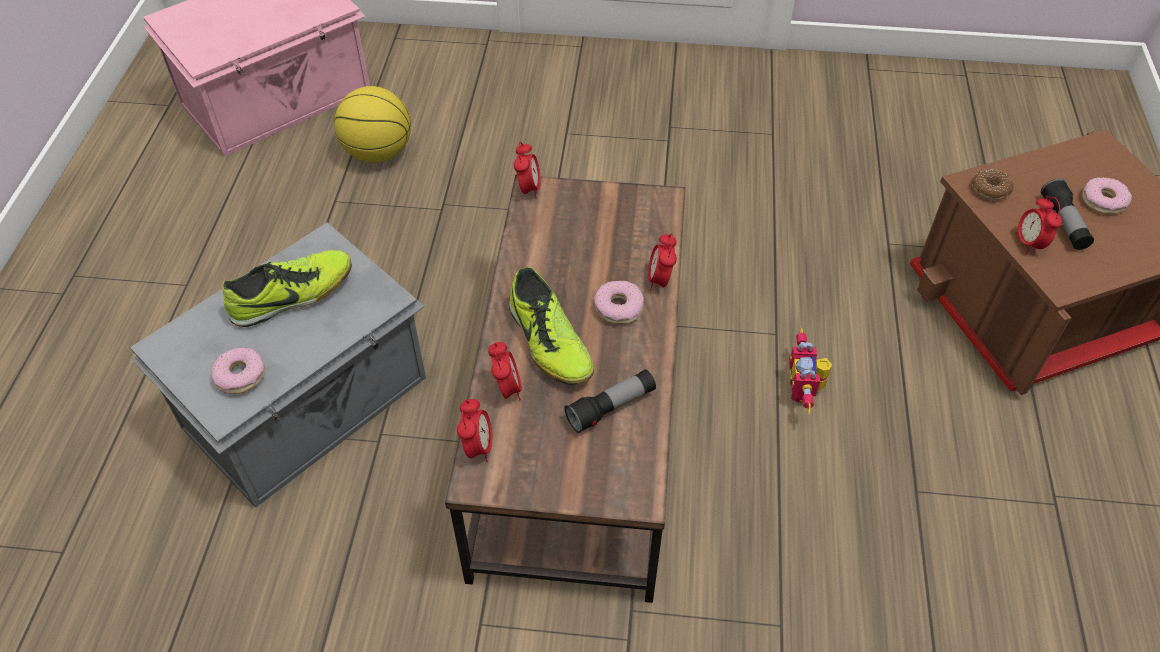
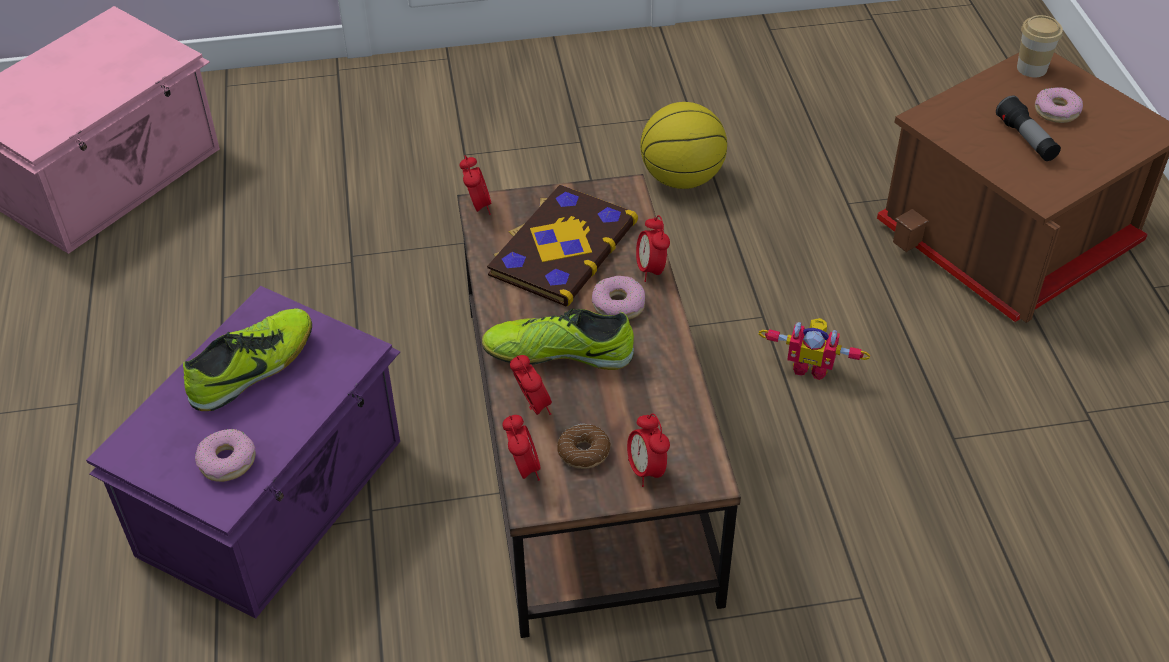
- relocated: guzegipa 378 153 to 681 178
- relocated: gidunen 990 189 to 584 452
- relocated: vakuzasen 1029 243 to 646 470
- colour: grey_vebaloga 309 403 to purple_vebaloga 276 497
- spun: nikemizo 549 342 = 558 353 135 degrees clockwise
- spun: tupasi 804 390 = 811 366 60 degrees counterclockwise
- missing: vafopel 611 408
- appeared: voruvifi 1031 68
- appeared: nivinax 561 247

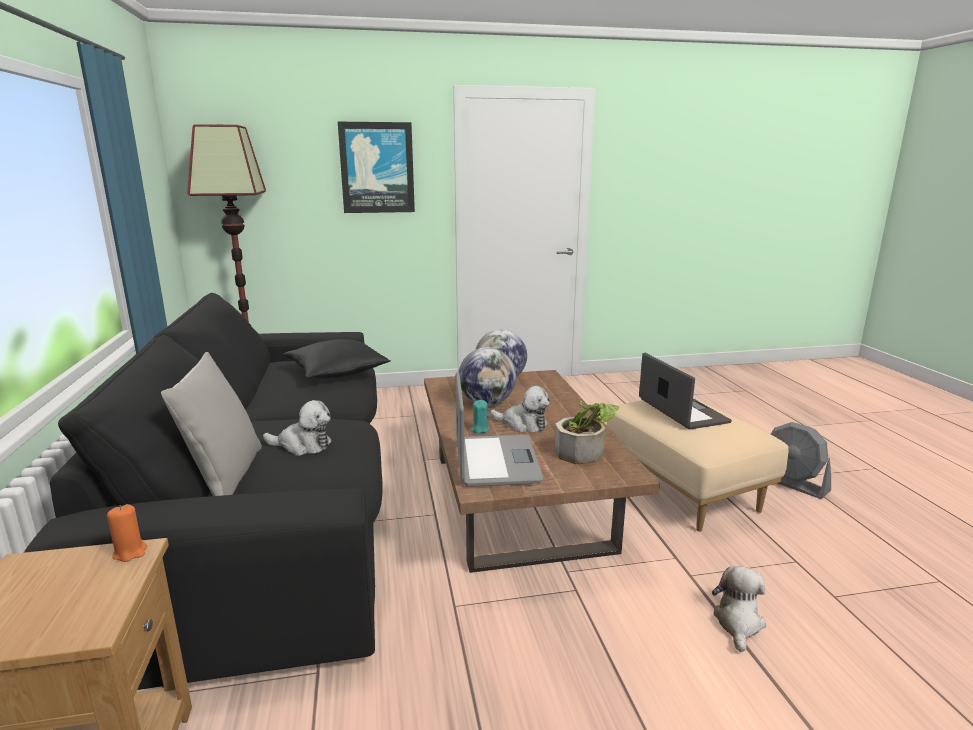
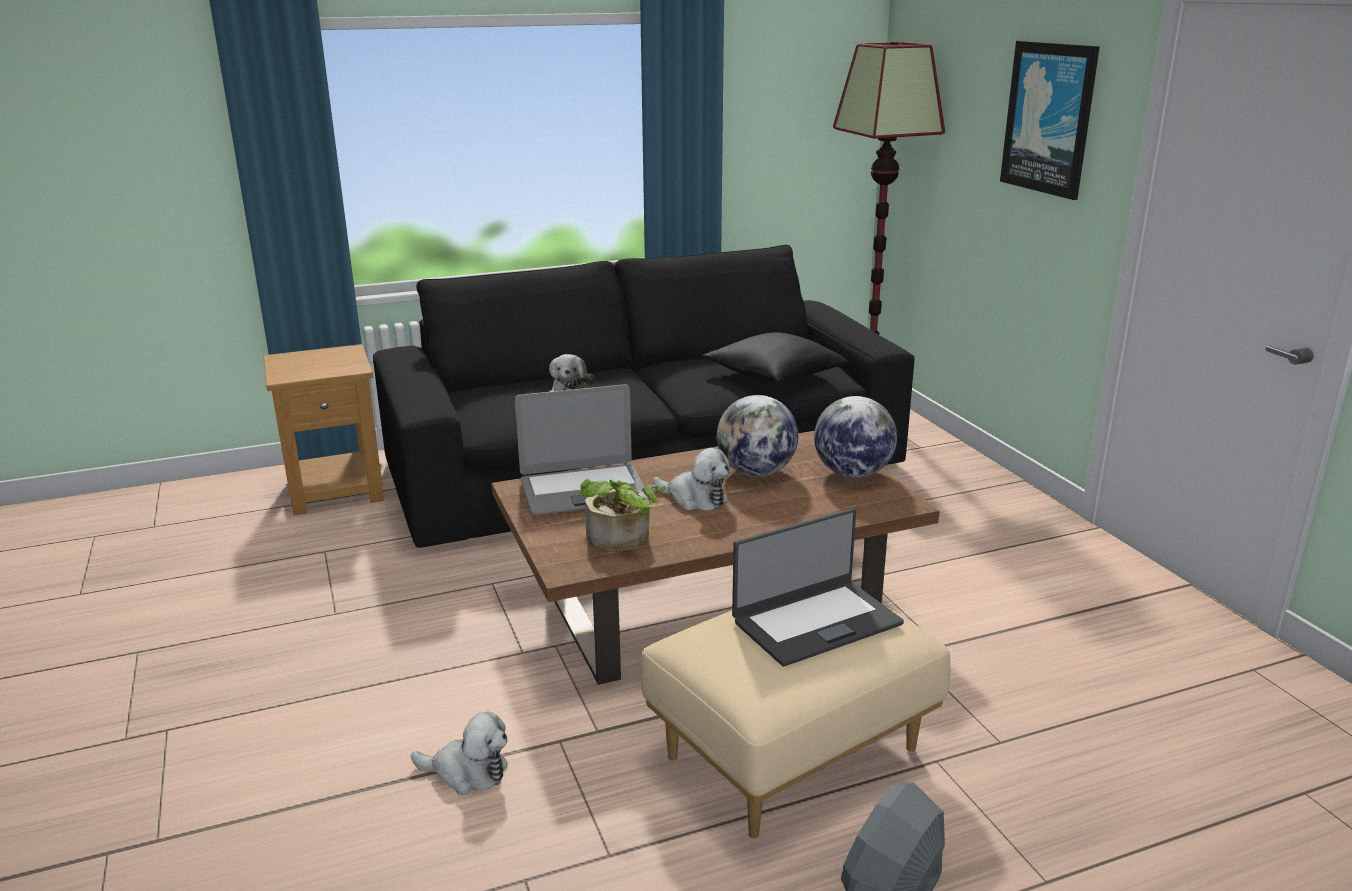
- missing: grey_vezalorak 225 477
- spun: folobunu 523 424 = 695 499 75 degrees counterclockwise
- missing: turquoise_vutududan 480 429
- missing: orange_vutududan 130 552

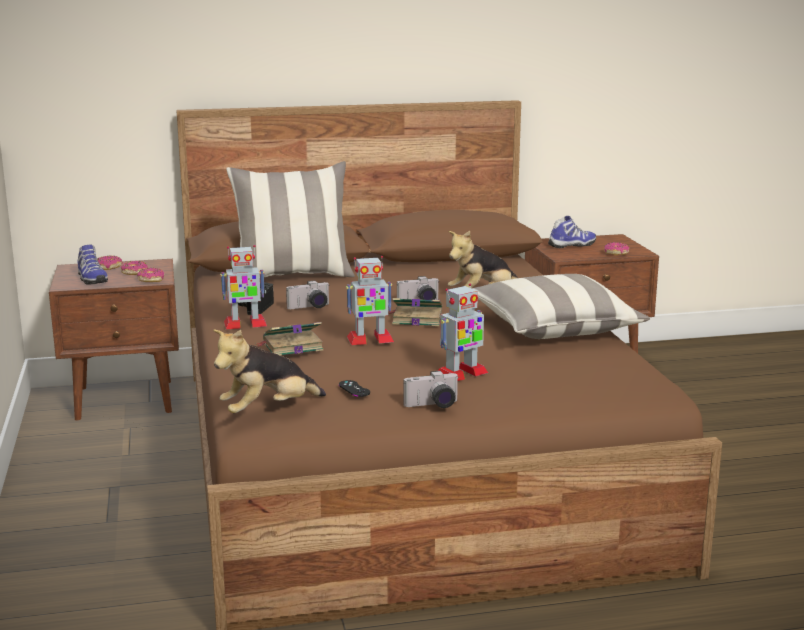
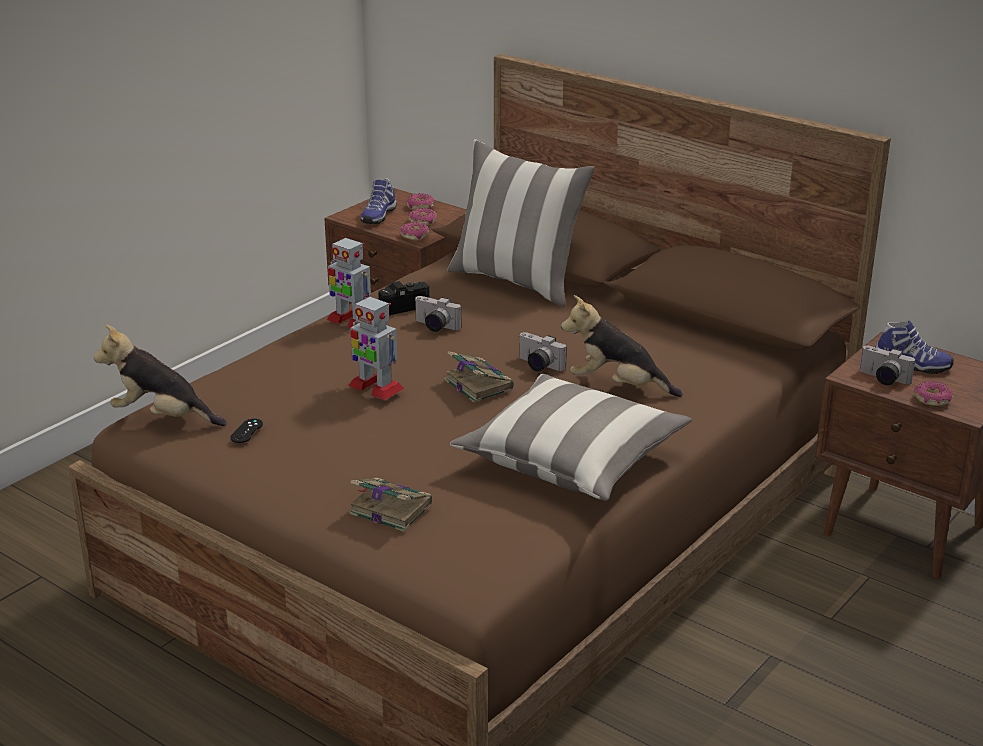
- missing: tupasi 461 374
- relocated: nivinax 291 347 to 389 509
- relocated: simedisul 433 405 to 882 379

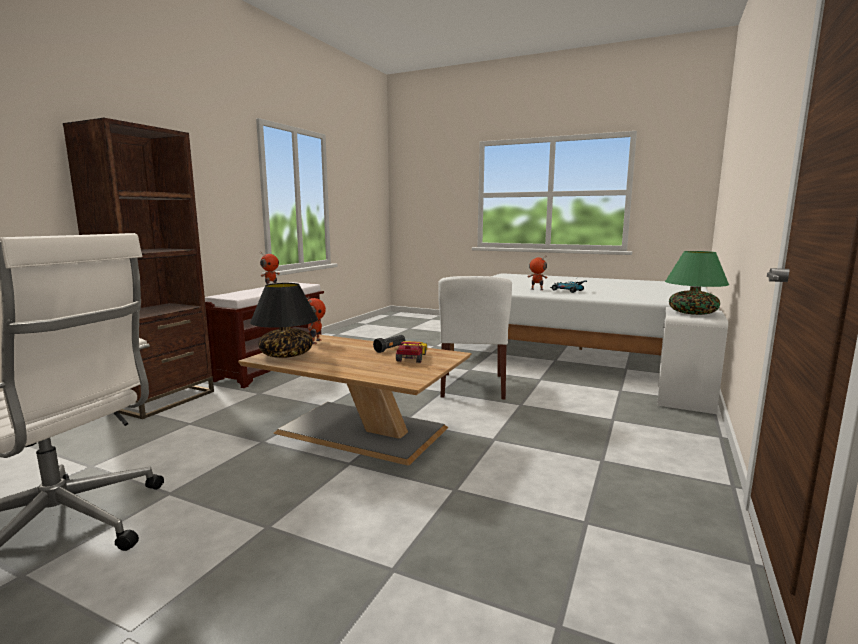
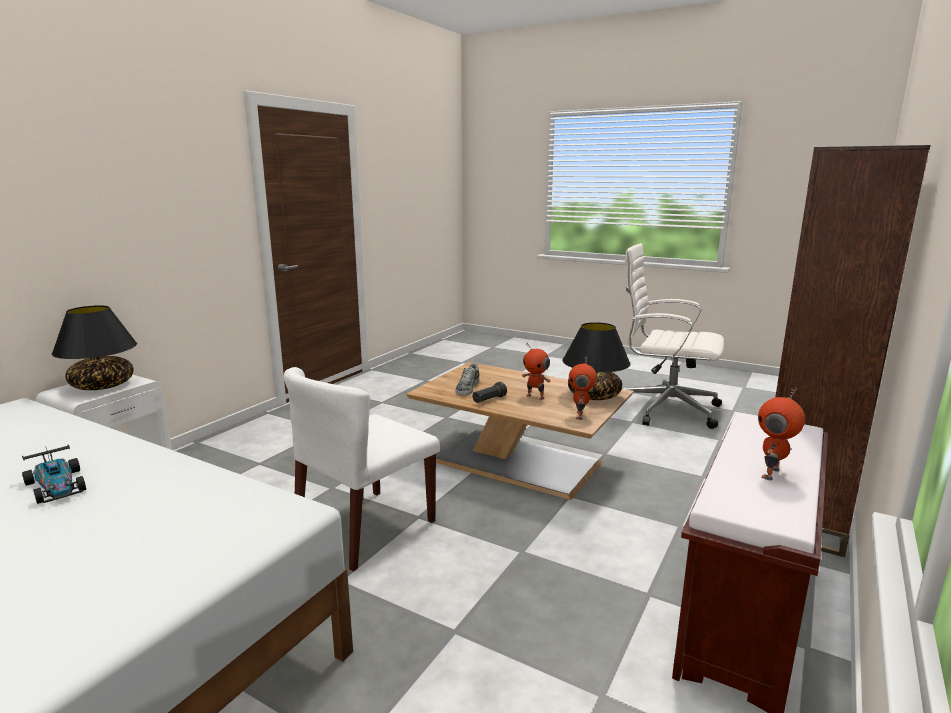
- colour: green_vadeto 692 313 to black_vadeto 103 385
- relocated: tupasi 536 289 to 535 397
- spun: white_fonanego 473 386 = 365 528 150 degrees counterclockwise
- exchanged: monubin 412 357 to nikemizo 467 388

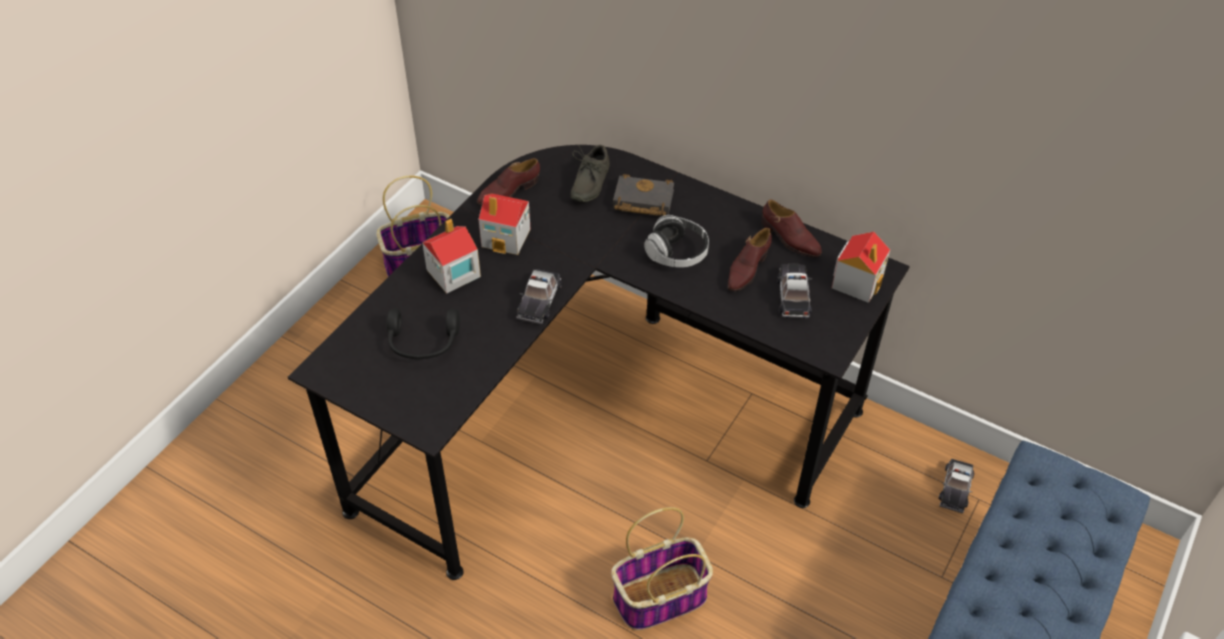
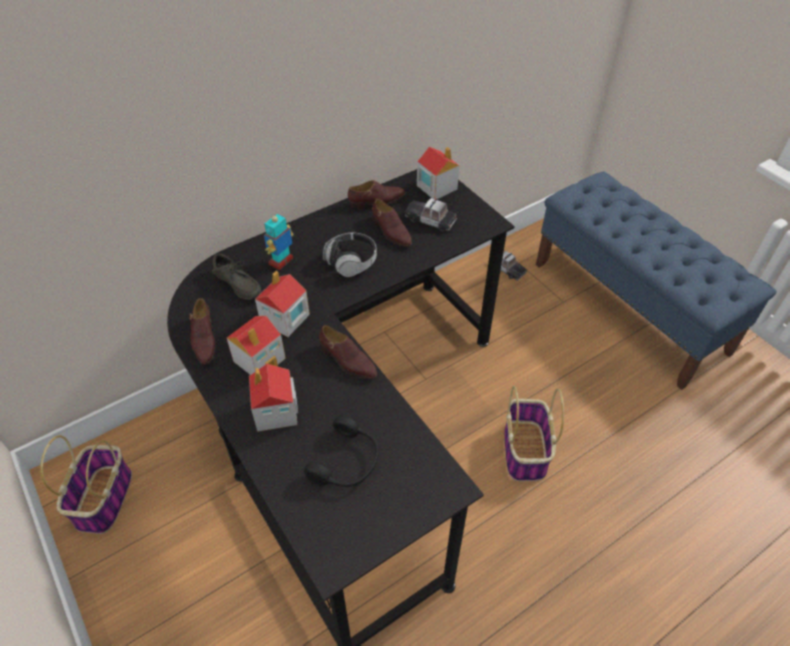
- exchanged: black_nivinax 641 201 to tupasi 281 262
- exchanged: monubin 539 300 to brown_nikemizo 347 361
- appeared: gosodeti 284 319

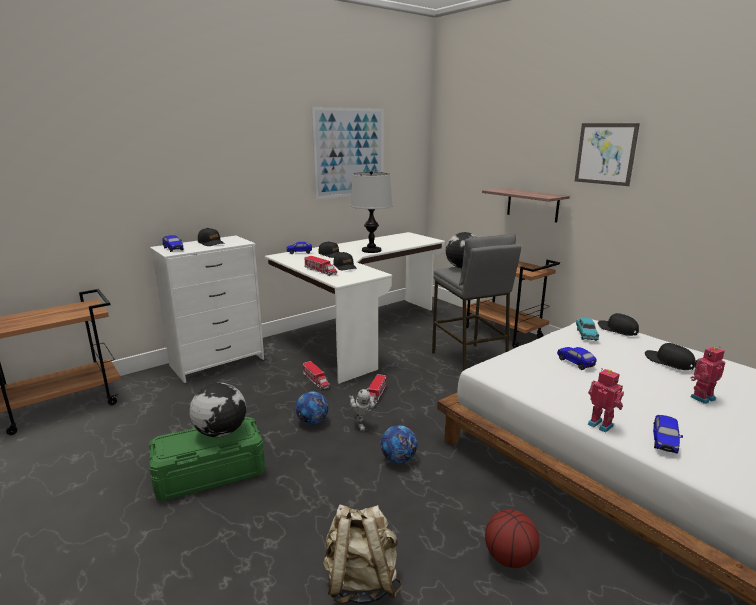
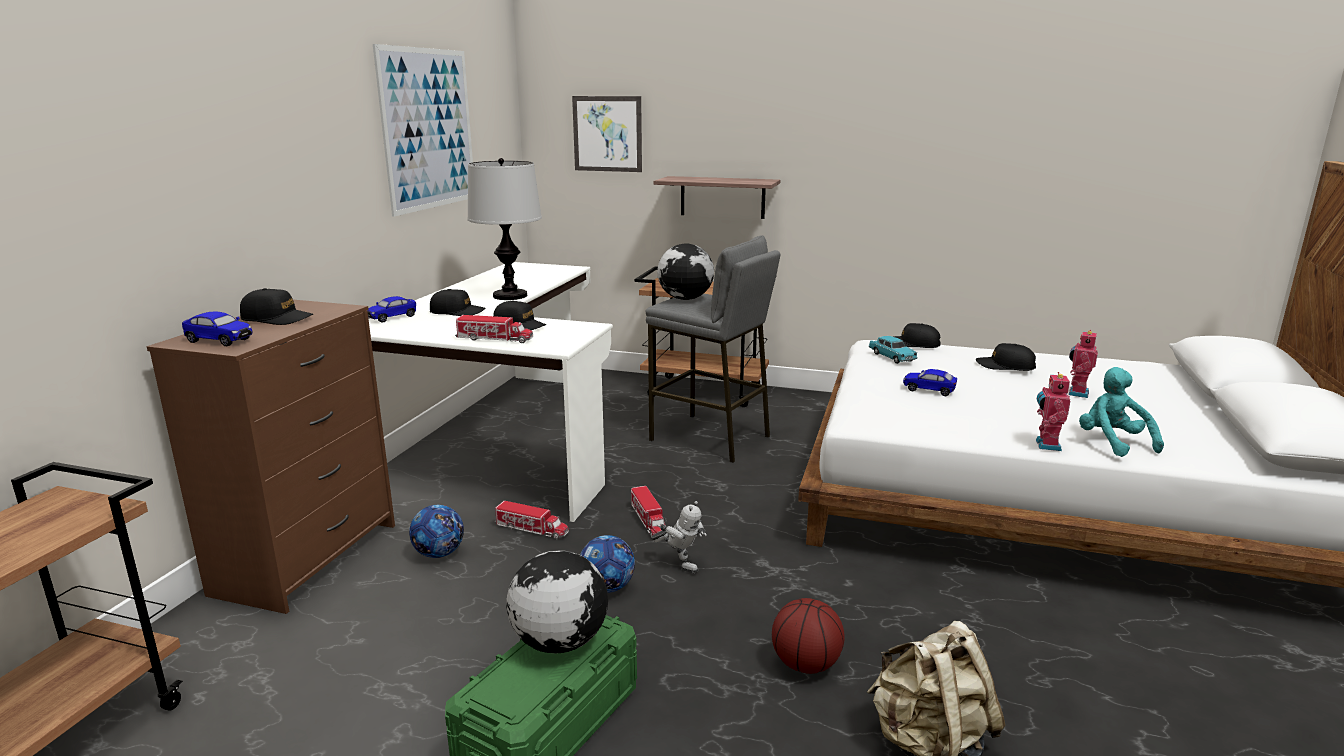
- relocated: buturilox 605 154 to 607 134
- colour: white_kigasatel 217 362 to brown_kigasatel 308 559
- spun: tupasi 601 424 = 1046 445 90 degrees counterclockwise
- exchanged: monubin 664 441 to turquoise_folobunu 1112 443
- relocated: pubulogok 398 459 to 439 553
- relocated: guzegipa 509 558 to 806 665

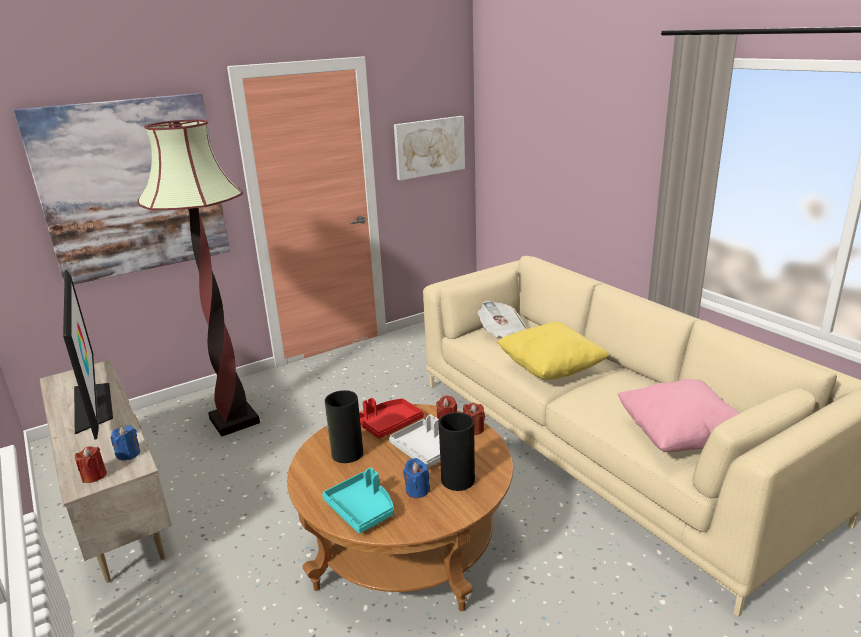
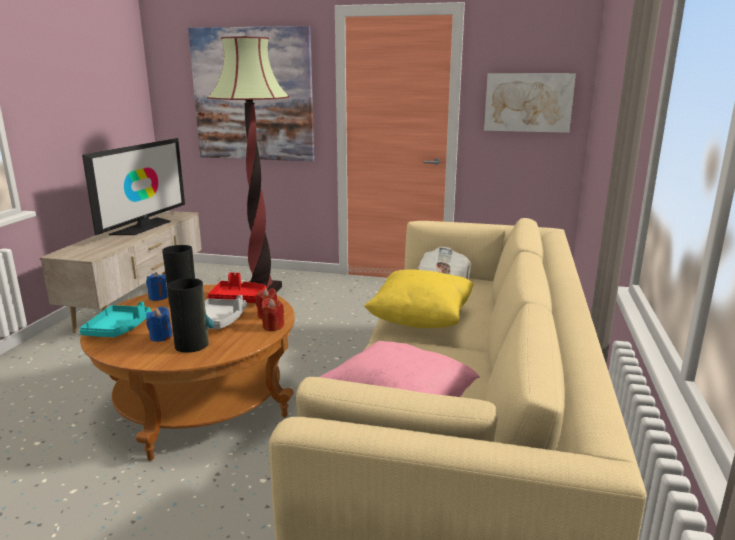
- relocated: blue_vutududan 128 454 to 158 297
- missing: red_vutududan 94 476

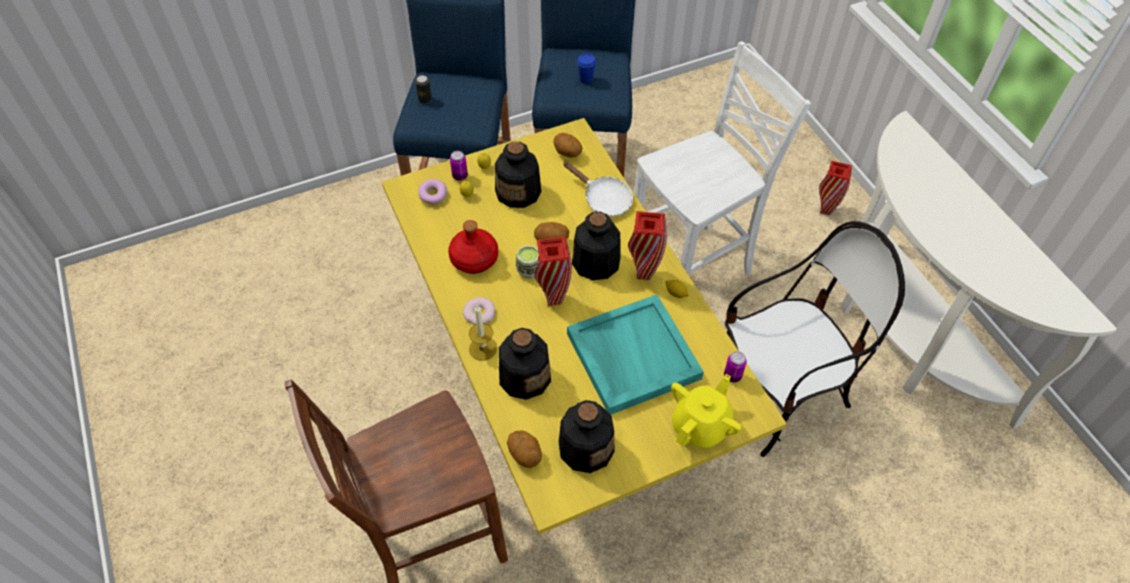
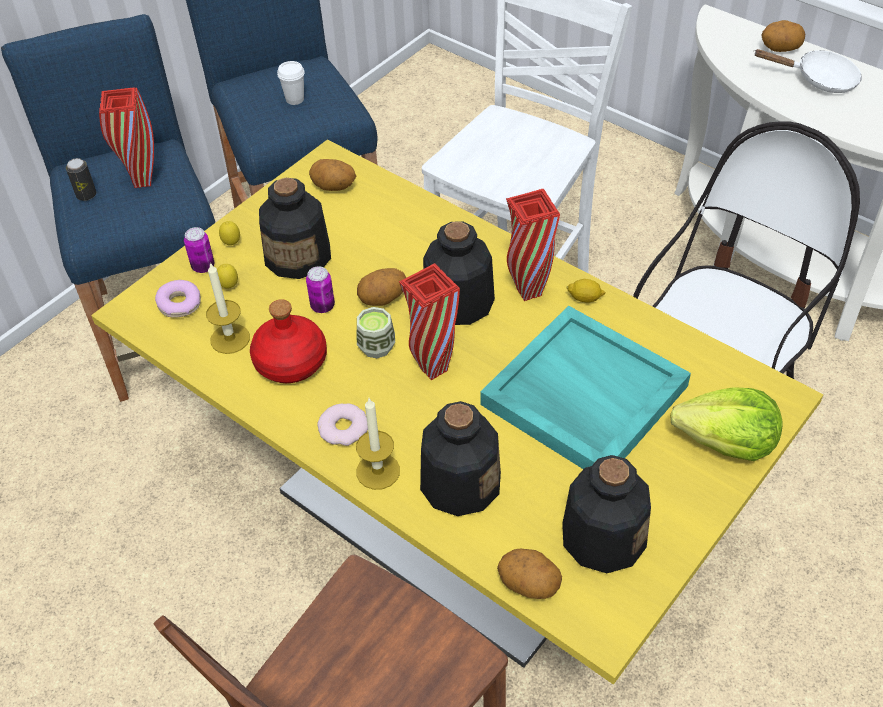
- colour: blue_voruvifi 586 79 to white_voruvifi 295 99
- relocated: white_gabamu 603 199 to 819 79
- relocated: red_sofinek 825 210 to 142 181
- relocated: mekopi 732 376 to 322 306
- exchanged: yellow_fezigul 701 426 to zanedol 726 442
- appeared: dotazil 780 49
- appeared: vutududan 230 338

